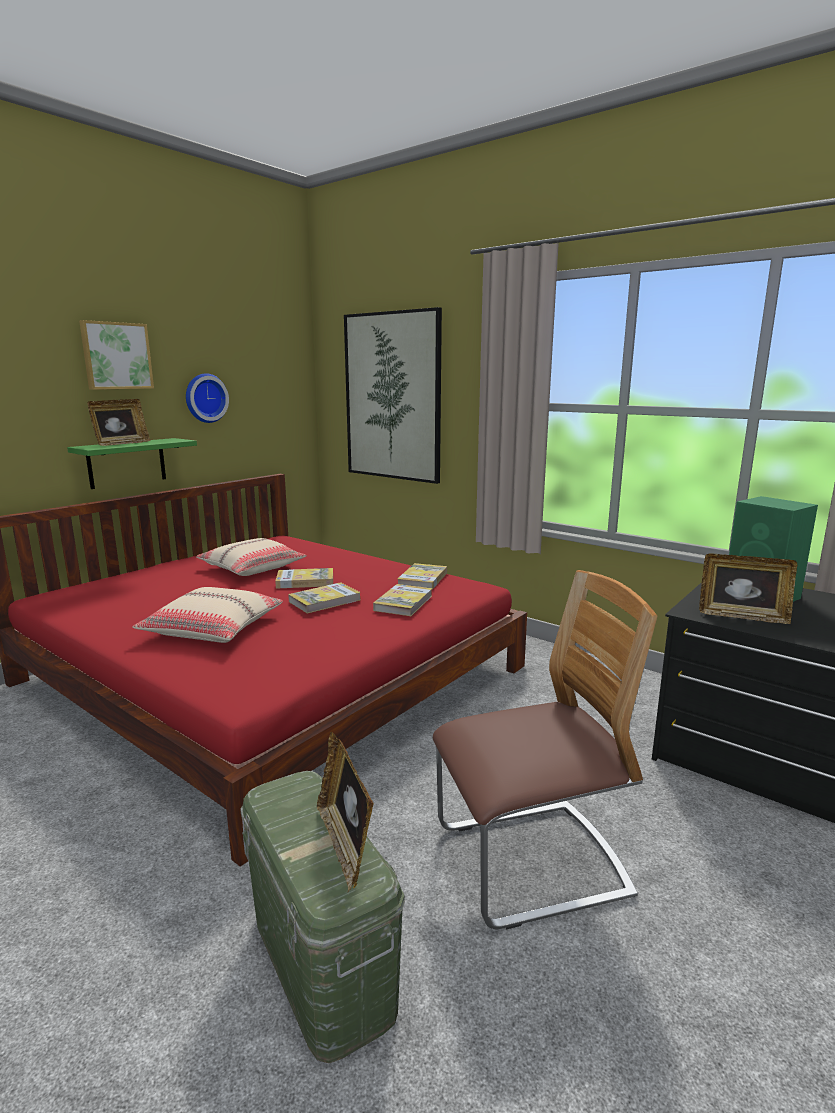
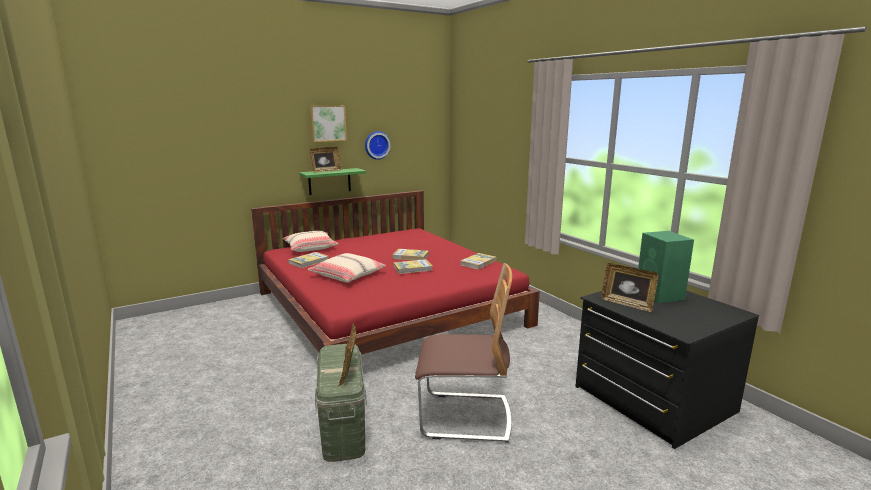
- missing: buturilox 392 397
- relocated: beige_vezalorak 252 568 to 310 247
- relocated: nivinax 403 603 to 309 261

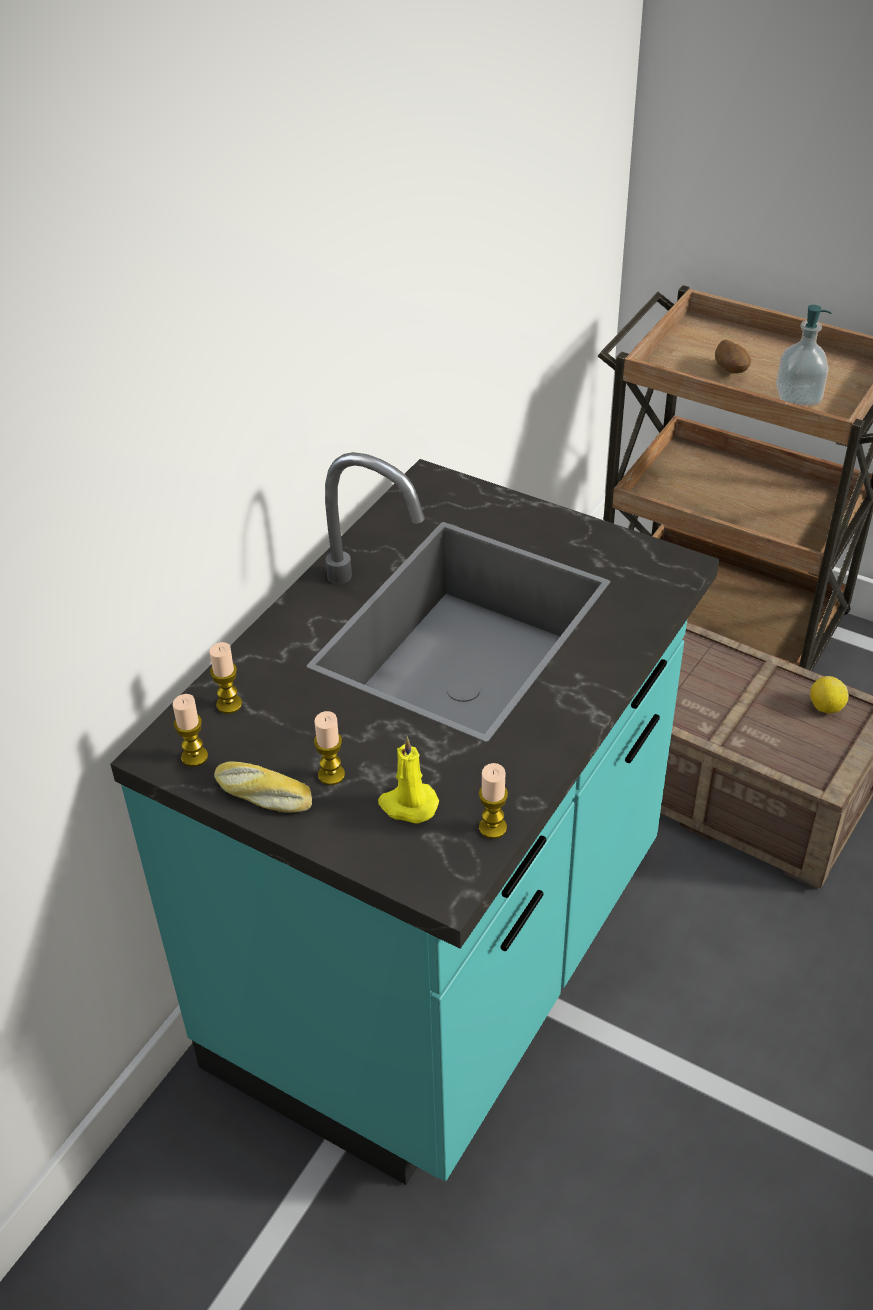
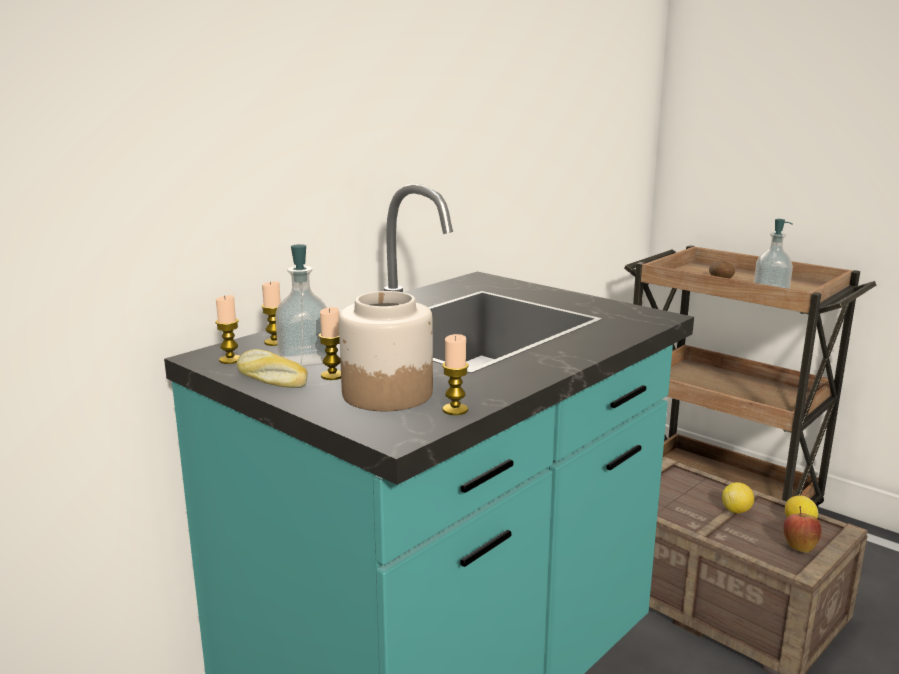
- exchanged: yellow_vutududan 407 804 to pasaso 387 393
- appeared: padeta 305 360
- appeared: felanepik 736 510
- appeared: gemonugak 799 546

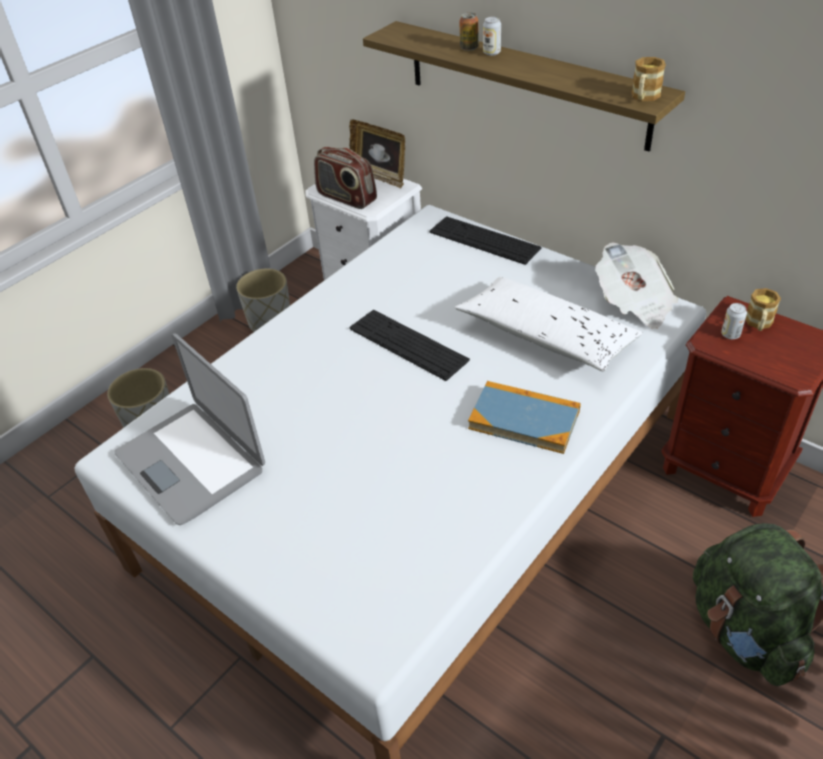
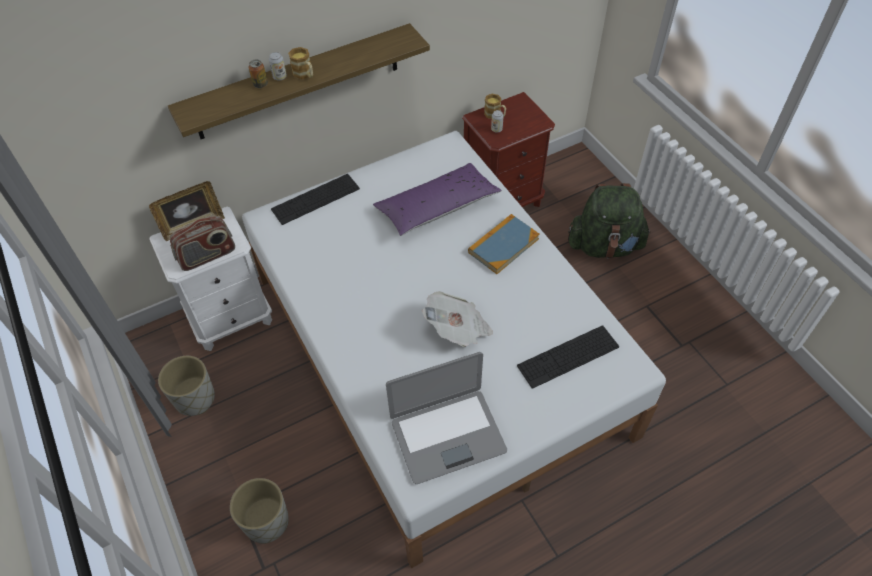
- relocated: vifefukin 644 97 to 305 75
- relocated: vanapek 634 303 to 458 329
- colour: white_vezalorak 546 336 to purple_vezalorak 437 207
- relocated: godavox 408 344 to 568 356

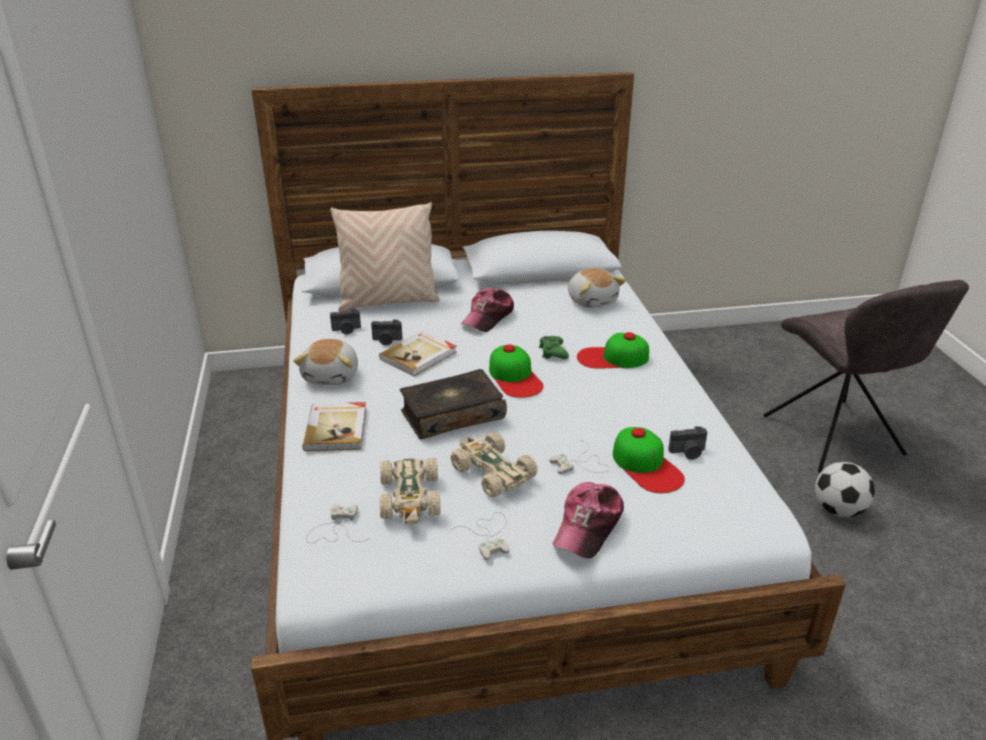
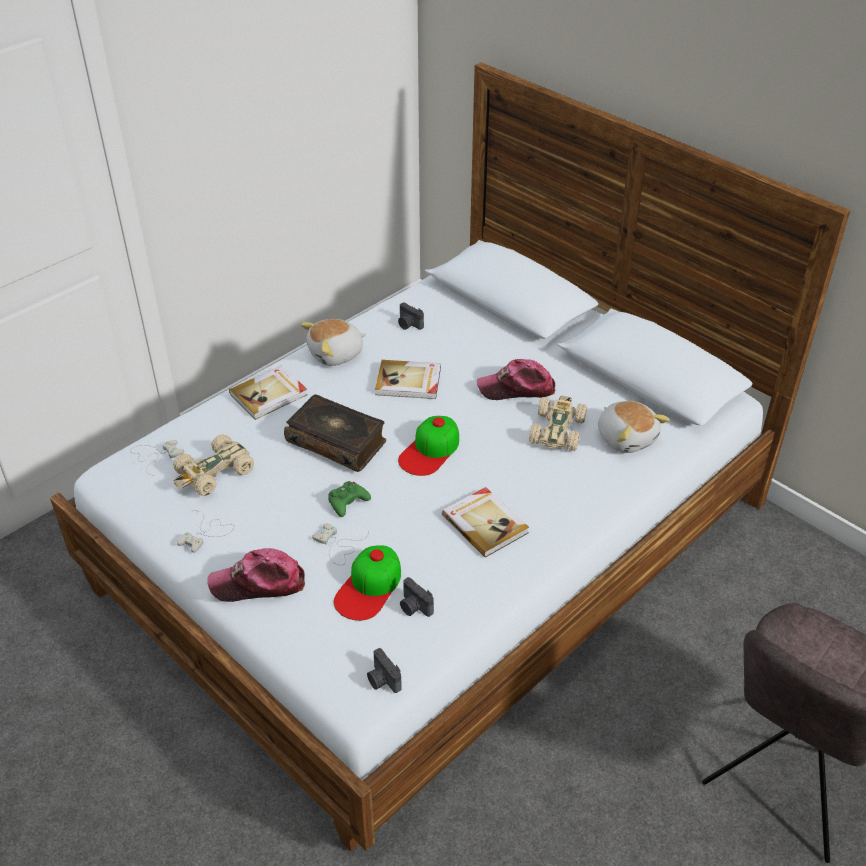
- missing: beige_vezalorak 388 301
- spun: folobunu 592 300 = 626 437 60 degrees counterclockwise
- relocated: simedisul 387 340 to 382 680
- missing: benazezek 612 358
- relocated: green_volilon 553 352 to 347 502
- relocated: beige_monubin 492 472 to 557 430
- missing: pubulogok 838 510
- appeared: nivinax 485 523

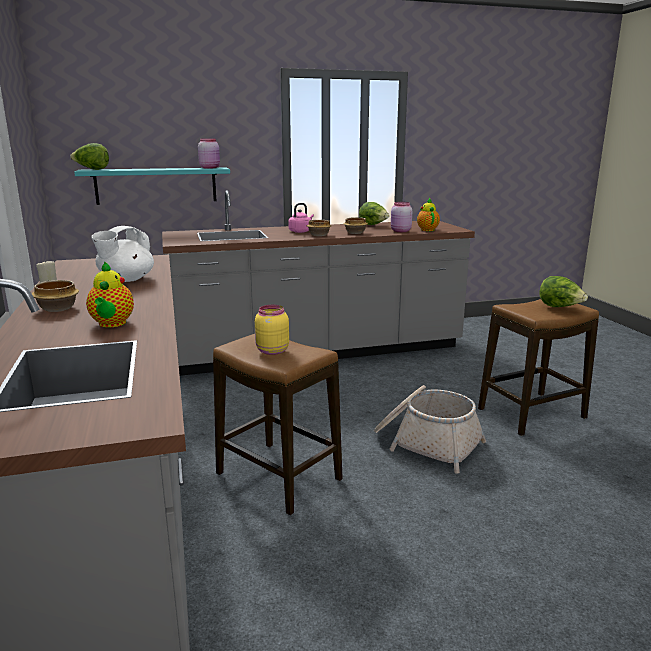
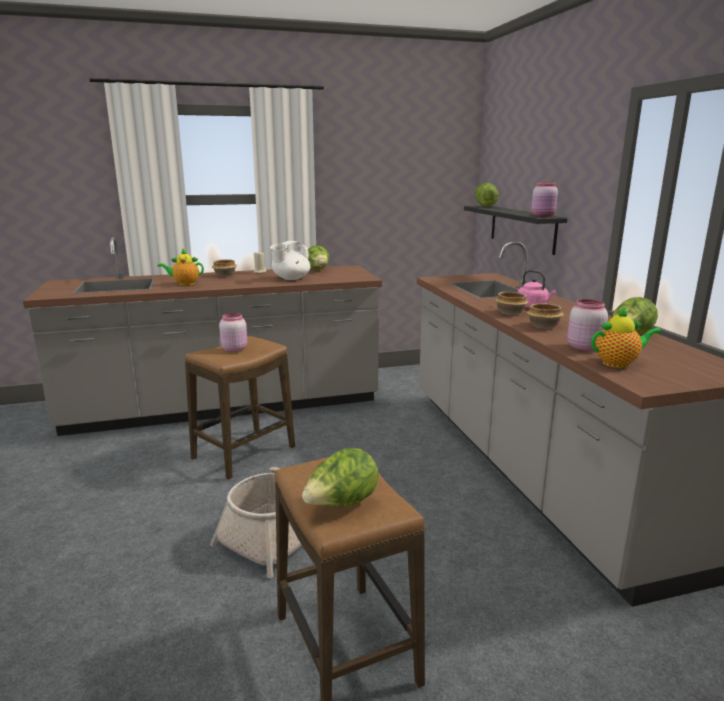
- colour: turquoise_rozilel 156 185 to black_rozilel 522 228
- spun: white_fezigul 126 279 = 290 278 75 degrees counterclockwise
- colour: yellow_pasaso 271 351 to pink_pasaso 234 349
- appeared: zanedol 318 270

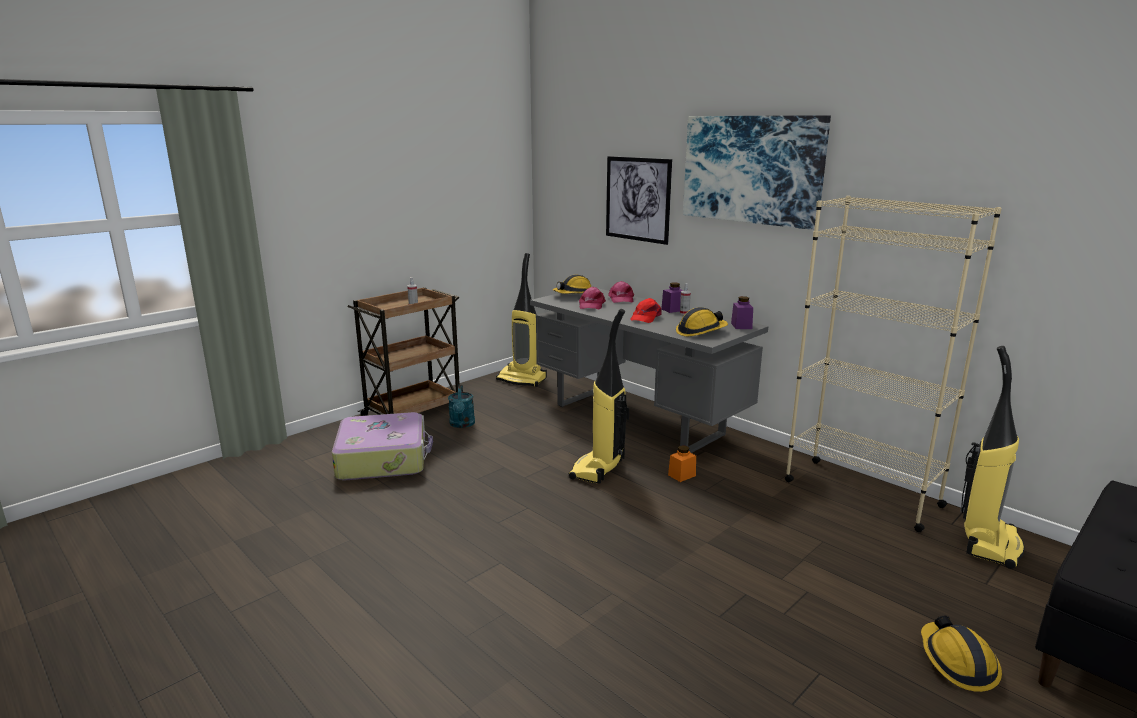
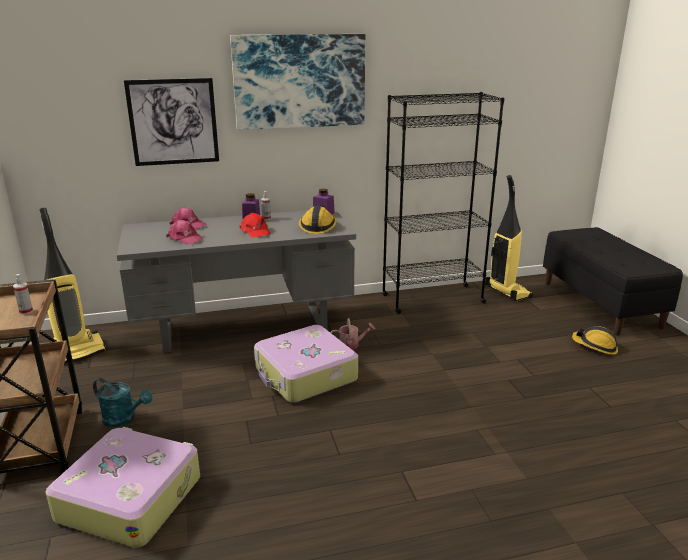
- colour: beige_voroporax 861 493 to black_voroporax 432 299
- missing: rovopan 574 295
- exchanged: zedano 598 469 to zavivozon 305 375
- exchanged: orange_pasaso 682 475 to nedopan 352 345

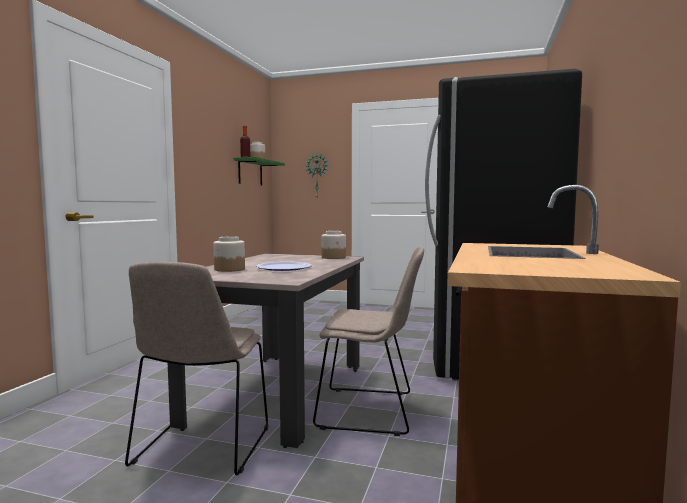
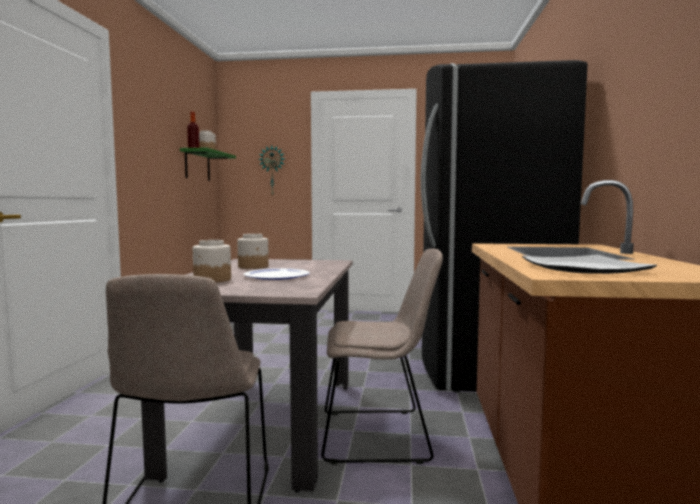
- relocated: pasaso 334 257 to 253 267
- appeared: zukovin 583 268

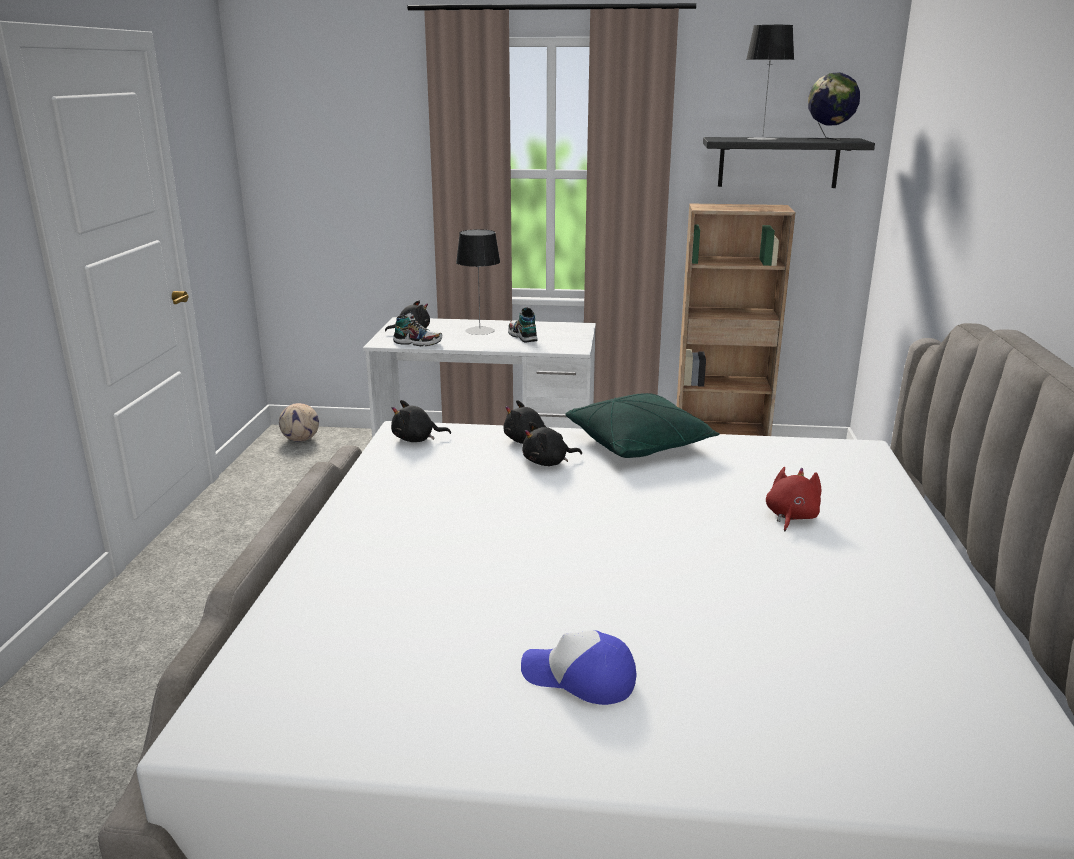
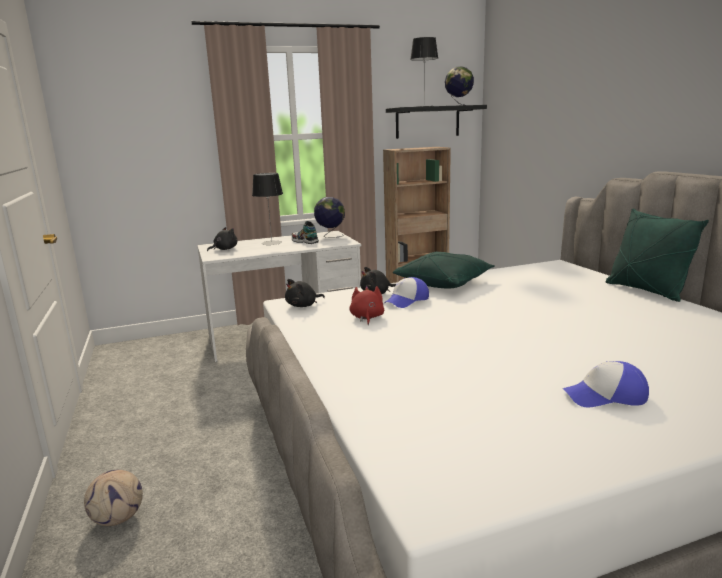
- missing: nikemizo 418 343
- relocated: pubulogok 301 440 to 119 519
- exchanged: black_folobunu 548 462 to benazezek 407 300
- relocated: red_folobunu 791 516 to 367 318
- appeared: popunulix 330 236
- appeared: green_vezalorak 646 290

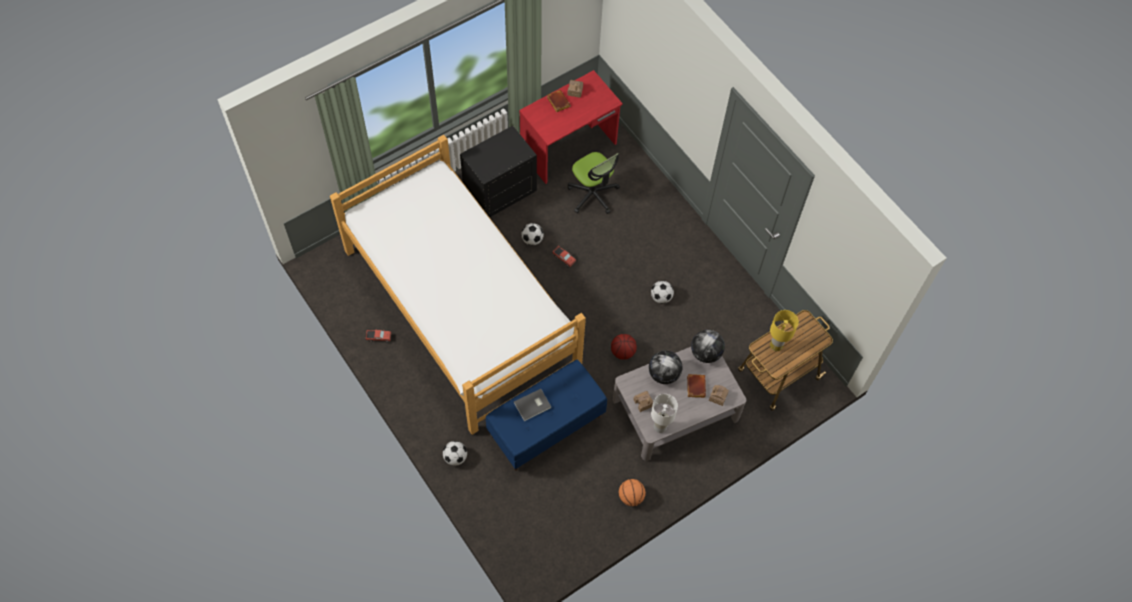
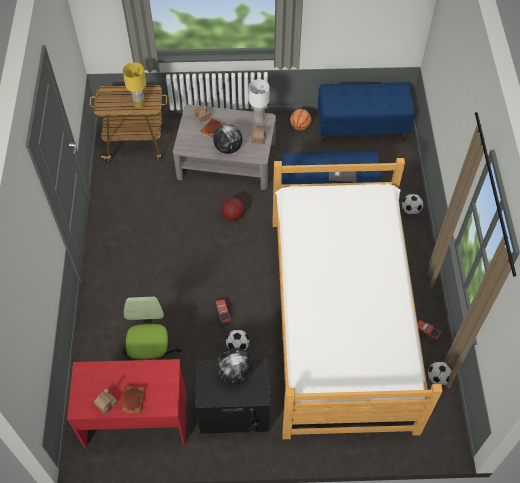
- relocated: pubulogok 661 297 to 437 378
- relocated: popunulix 705 353 to 235 373
- appeared: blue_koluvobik 362 127

